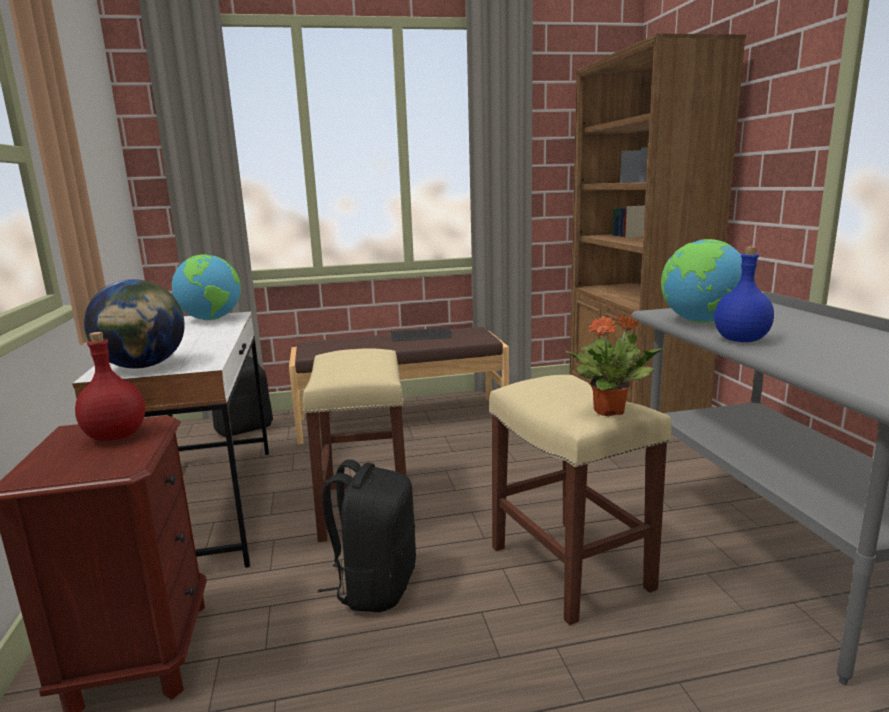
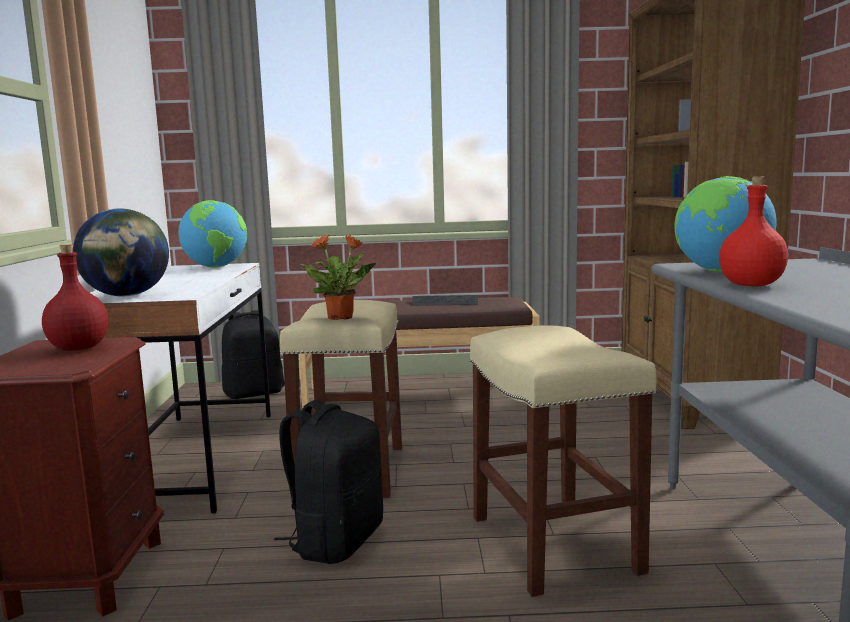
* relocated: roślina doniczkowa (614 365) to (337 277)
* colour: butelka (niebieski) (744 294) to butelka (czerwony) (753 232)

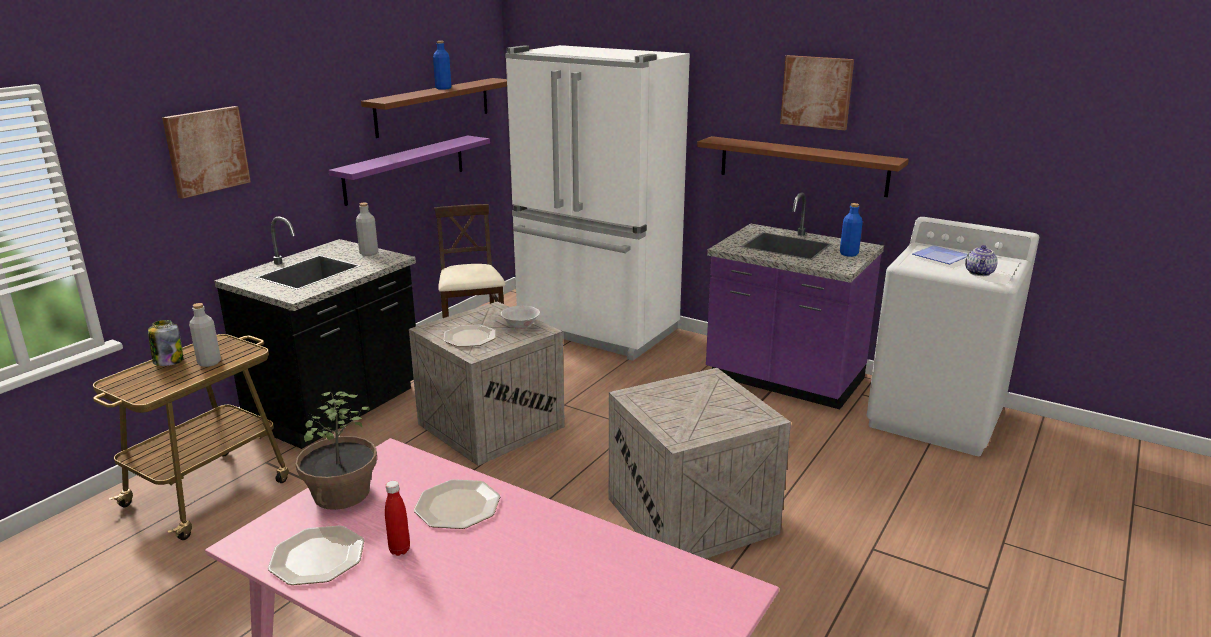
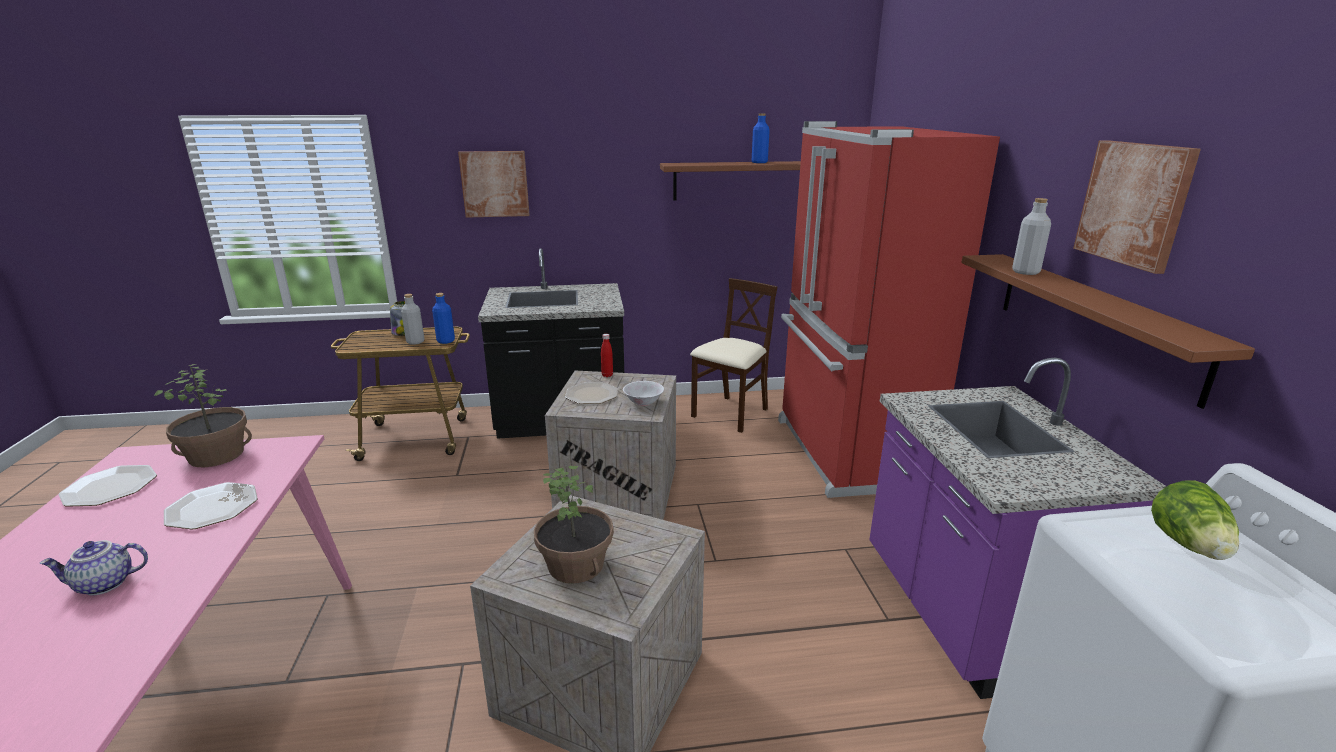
* missing: półka (fioletowy) (409 171)
* relocated: butelka (szary) (367 229) to (1031 236)
* relocated: butelka (czerwony) (397 518) to (607 355)
* colour: lodówka (biały) (597 203) to lodówka (czerwony) (889 309)
* relocated: butelka (niebieski) (851 230) to (443 318)
* exchanged: talerz (940 254) to sałata (1195 520)
* relocated: imbryk (981 260) to (93 567)
* appeared: roślina doniczkowa (574 525)

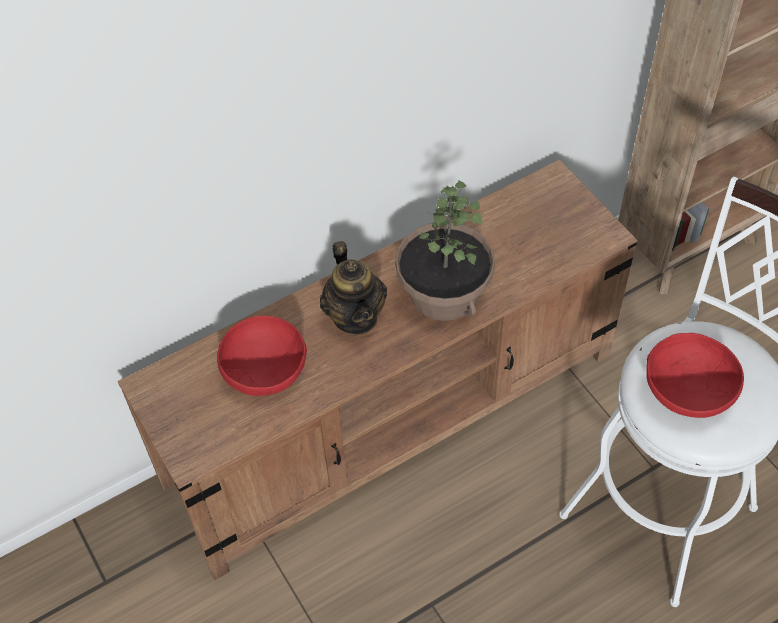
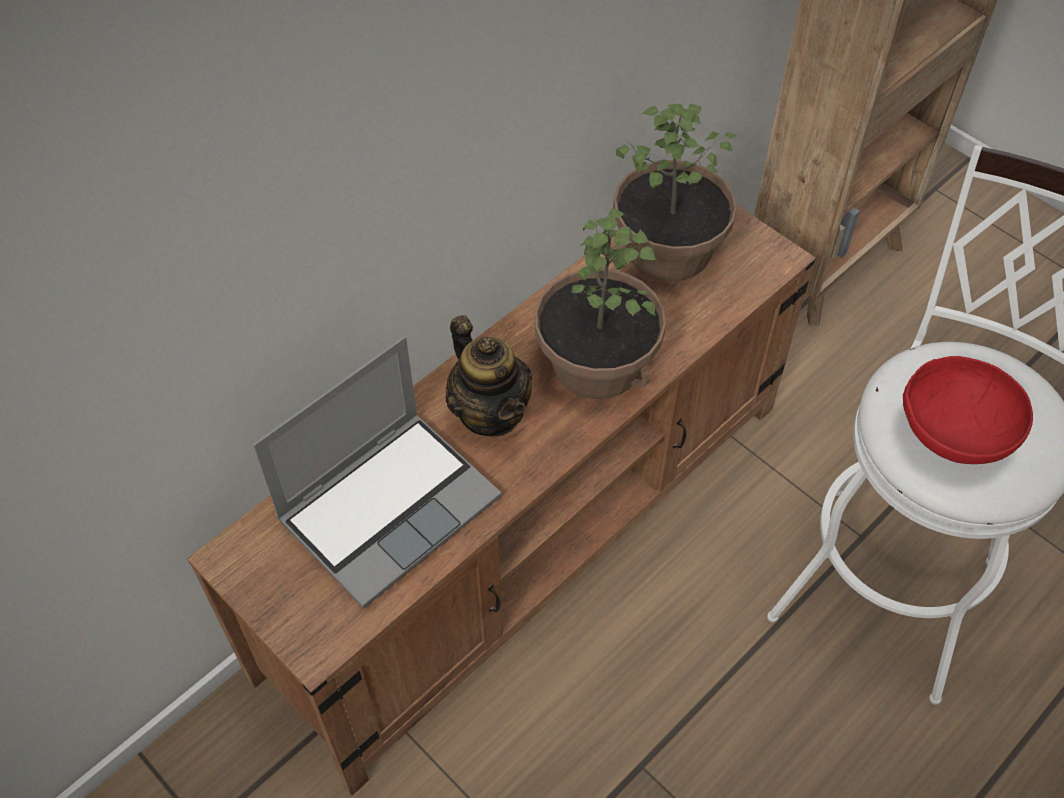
* exchanged: miska (czerwony) (262 356) to laptop (377 472)
* appeared: roślina doniczkowa (675 193)

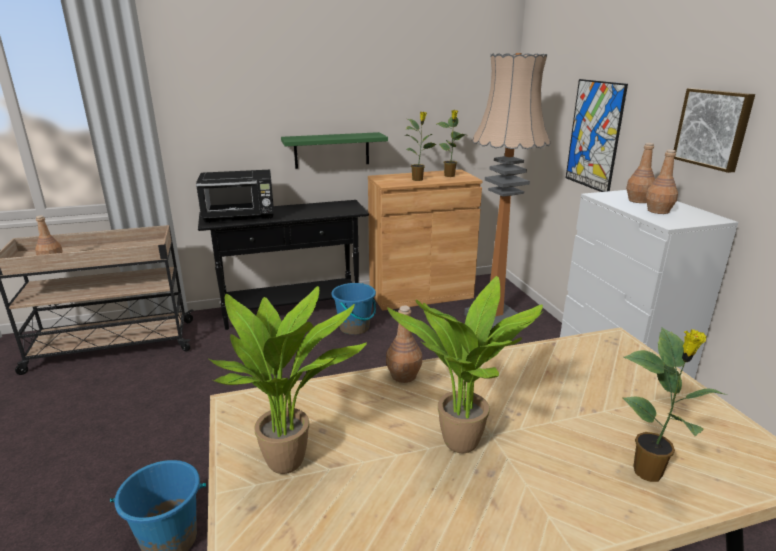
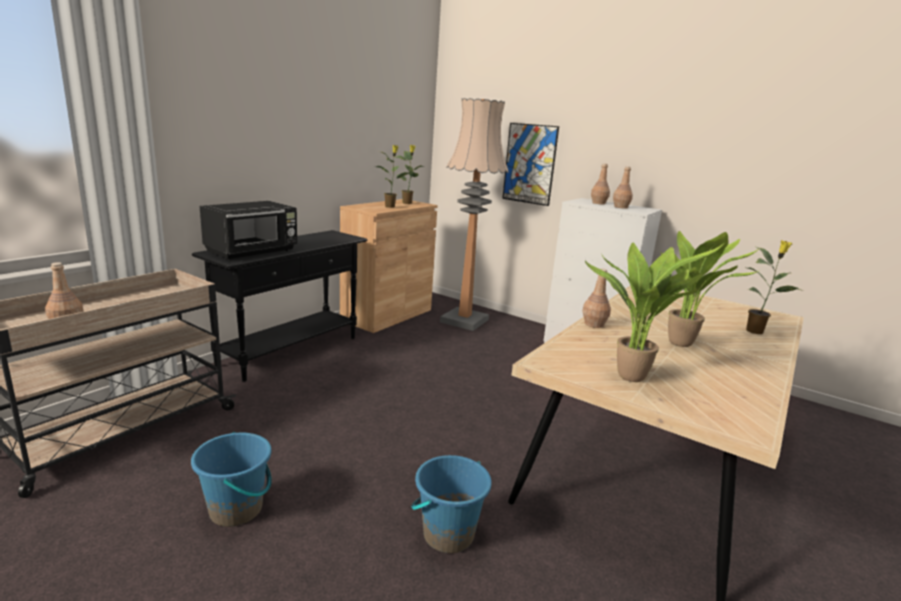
* missing: półka (zielony) (334 150)
* relocated: wiadro (niebieski) (353 309) to (231 479)
* missing: obraz (714 130)

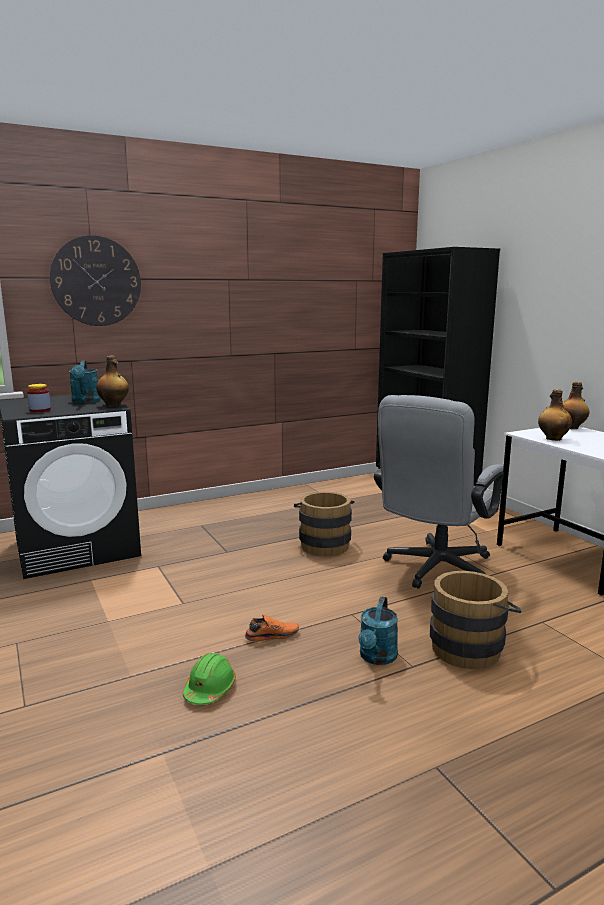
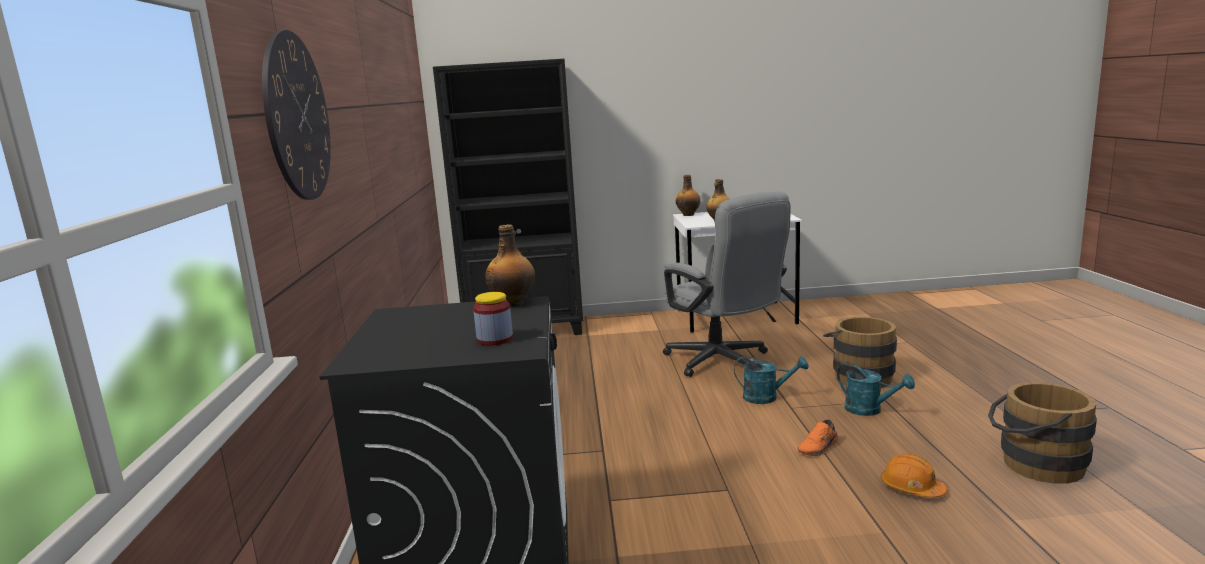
* relocated: konewka (turkusowy) (85 381) to (771 380)
* colour: kask (zielony) (209 679) to kask (pomarańczowy) (914 476)
* spun: but (pomarańczowy) (271 628) = (818 437) 135 degrees counterclockwise
* relocated: wiadro (brązowy) (324 524) to (1042 433)

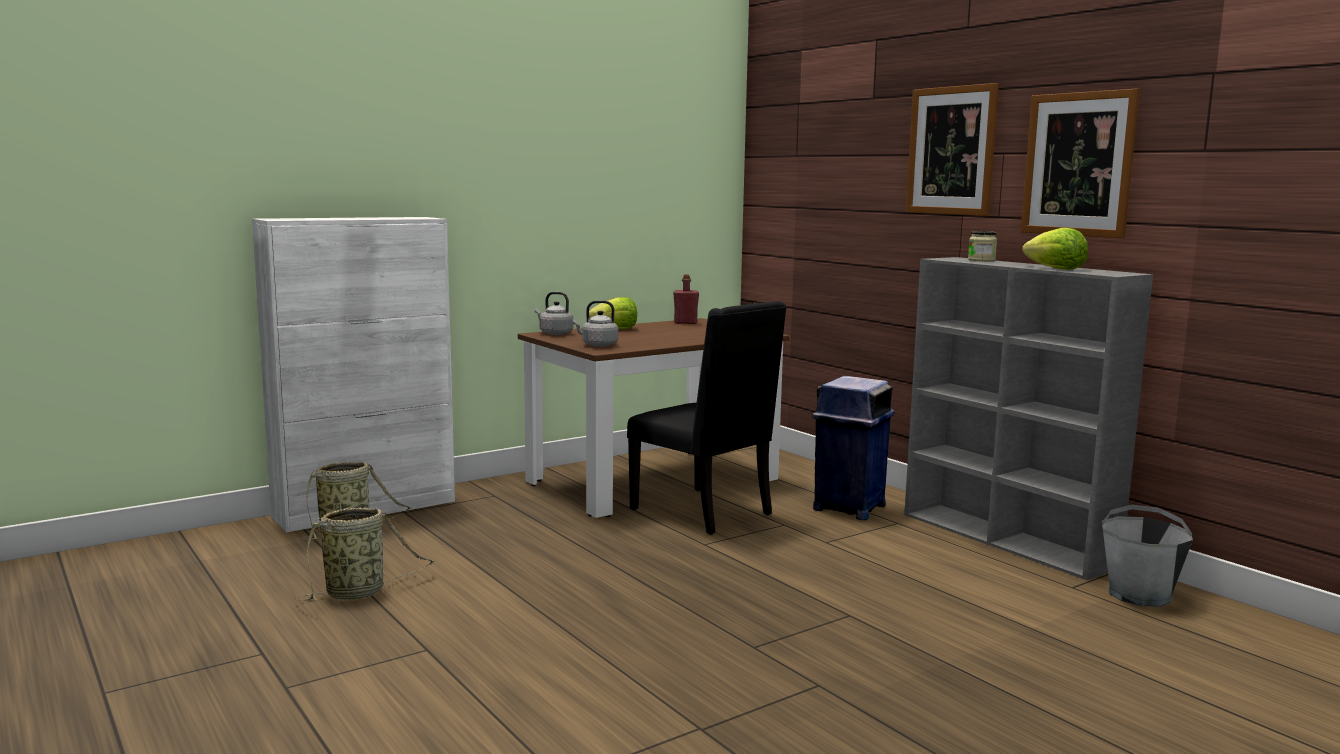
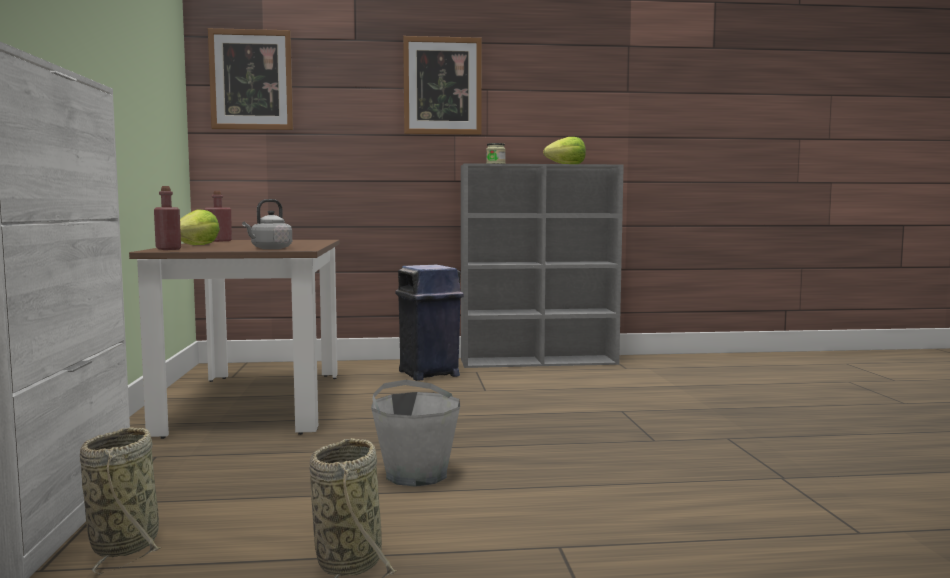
* exchanged: czajnik (szary) (554 313) to butelka (czerwony) (167 218)
* missing: krzesło (czarny) (707 418)
* relocated: obraz (1080 163) to (250 79)
* relocated: wiadro (szary) (1147 556) to (415 433)

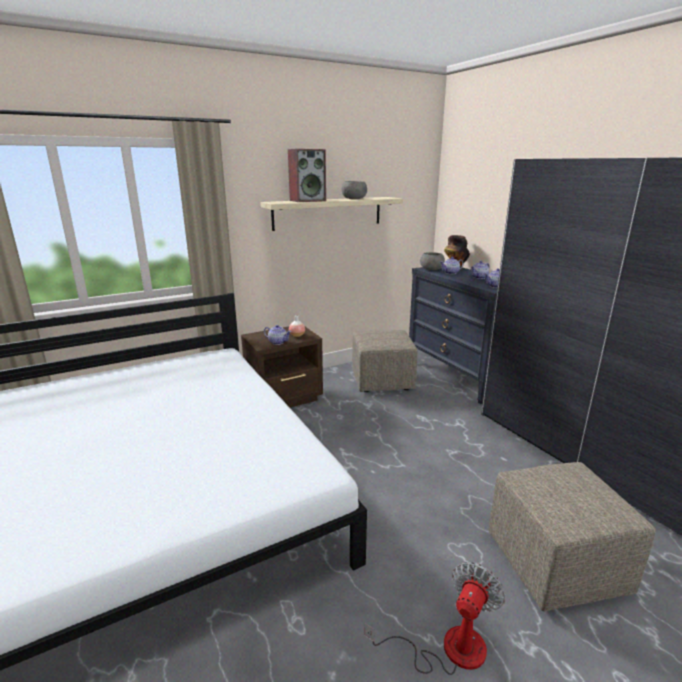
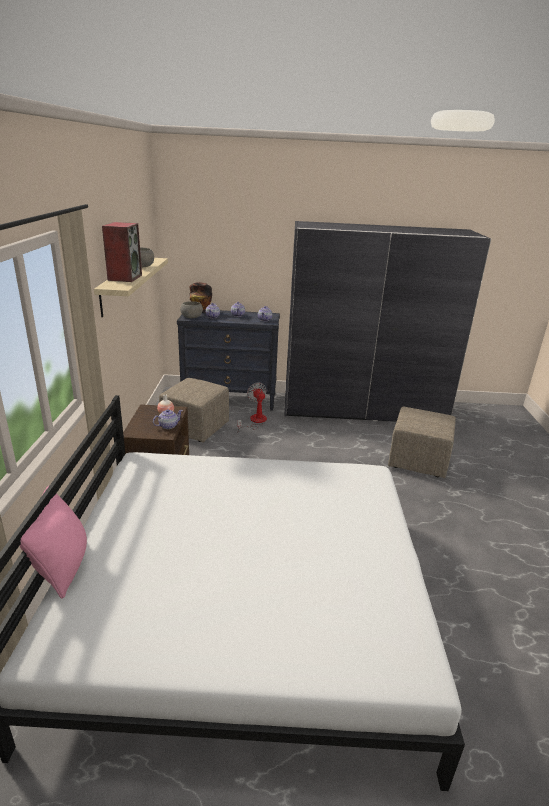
* relocated: wentylator (435 618) to (252 406)
* appeared: poduszka (różowy) (53 542)

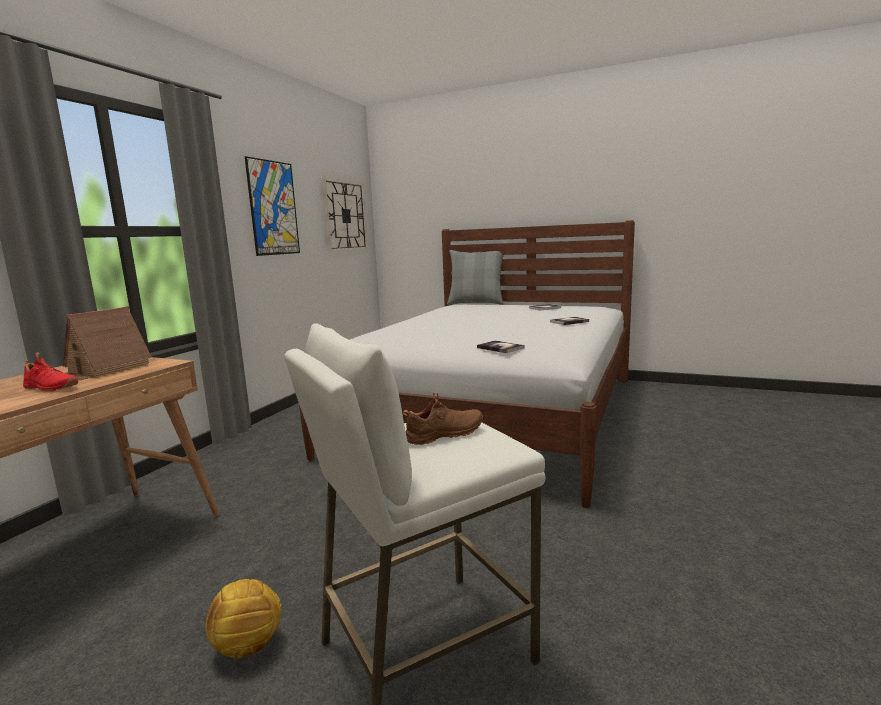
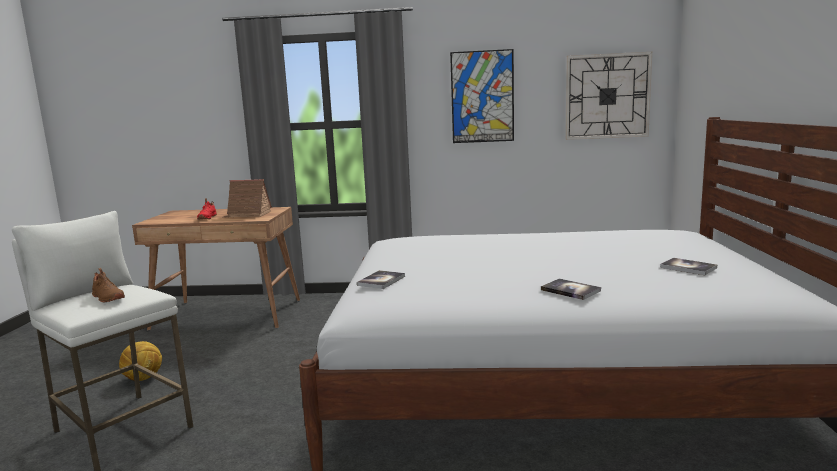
* missing: poduszka (szary) (475 277)

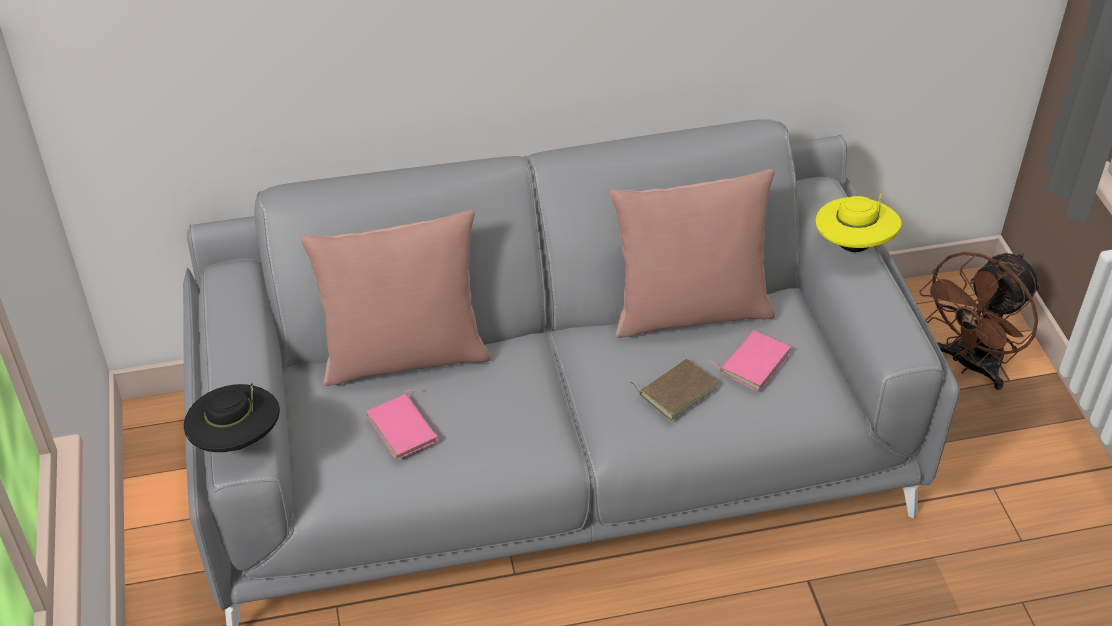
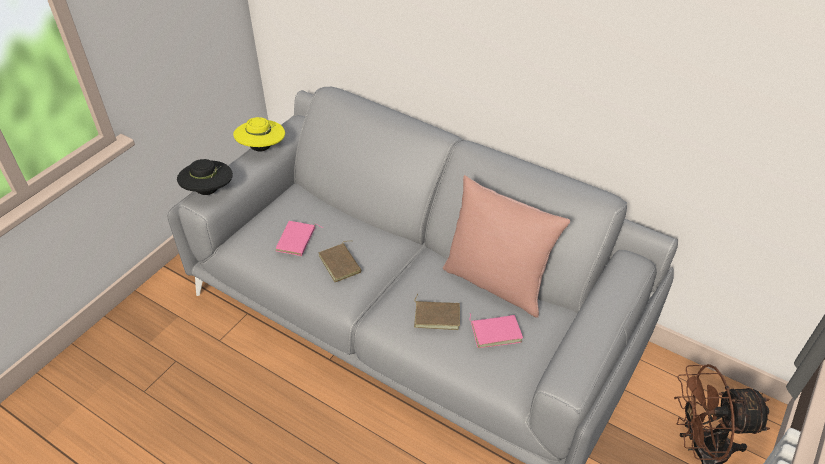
* missing: poduszka (różowy) (395 298)
* relocated: kapelusz (żółty) (858 223) to (259 134)
* appeared: książka (brązowy) (340 261)

